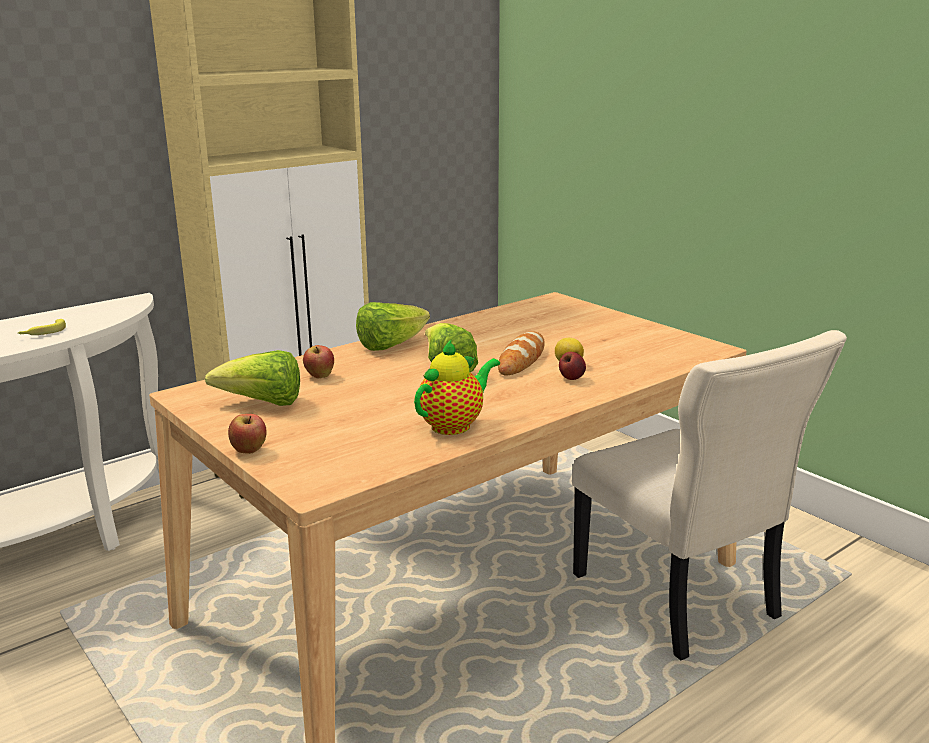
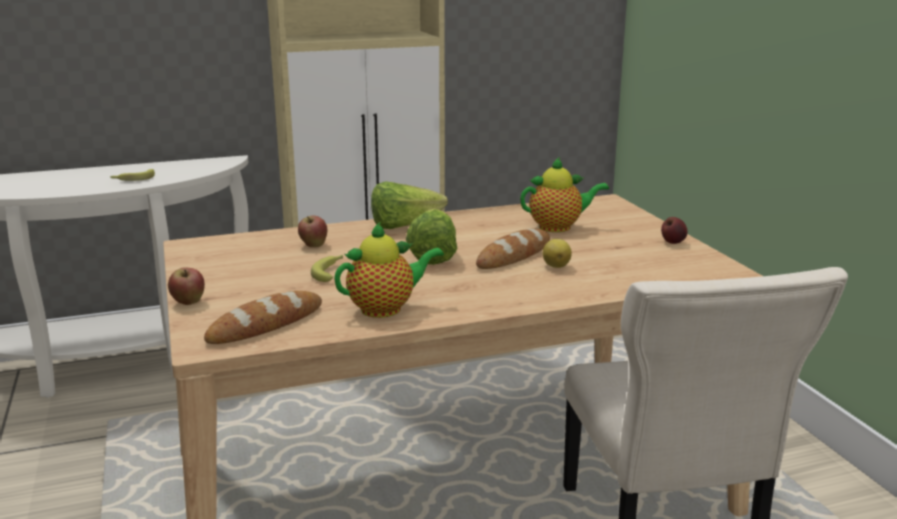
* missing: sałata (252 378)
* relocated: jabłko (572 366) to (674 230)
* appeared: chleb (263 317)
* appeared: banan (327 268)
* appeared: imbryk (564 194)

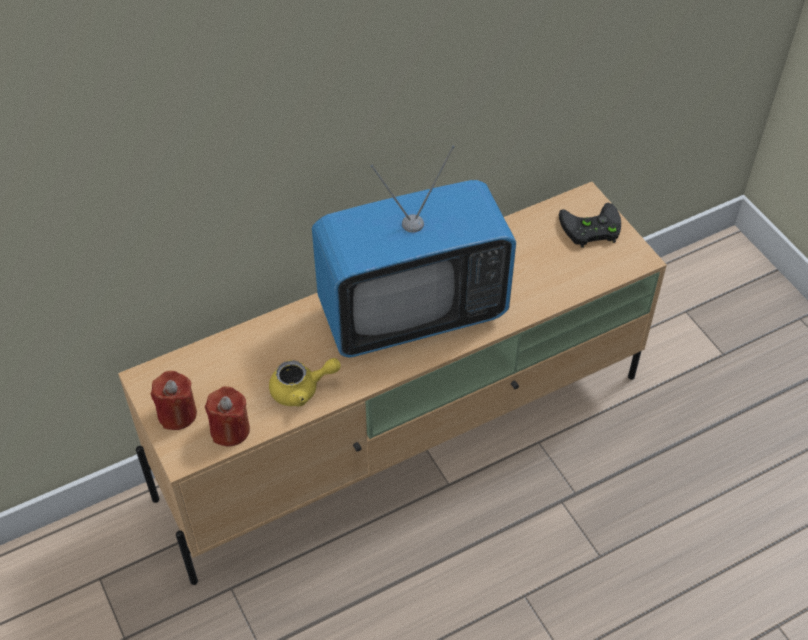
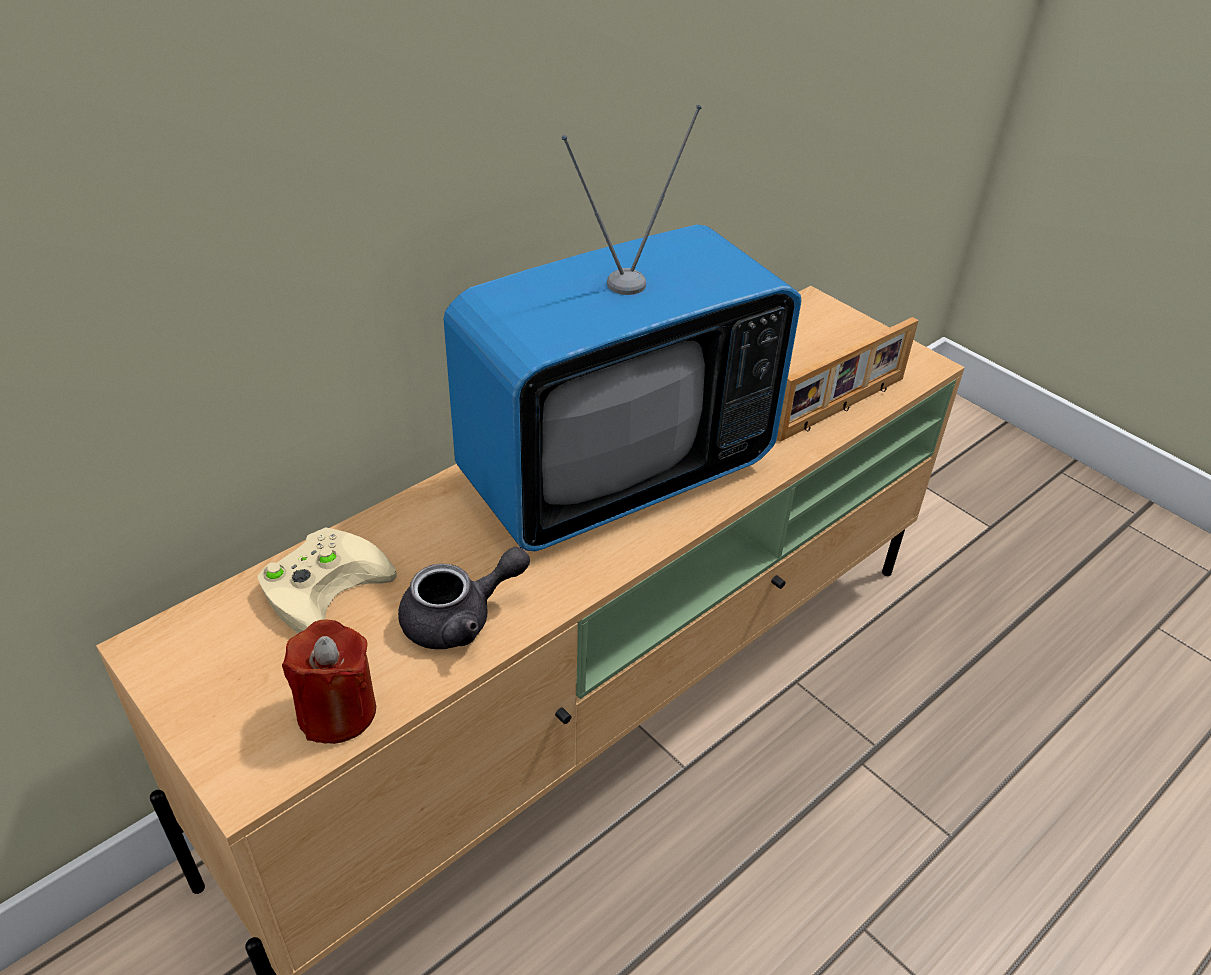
* missing: świeca (czerwony) (174 400)
* colour: imbryk (żółty) (305 382) to imbryk (szary) (464 598)
* missing: pad do gier (czarny) (590 225)
* appeared: pad do gier (beżowy) (327 580)
* appeared: ramka na zdjęcie (847 379)

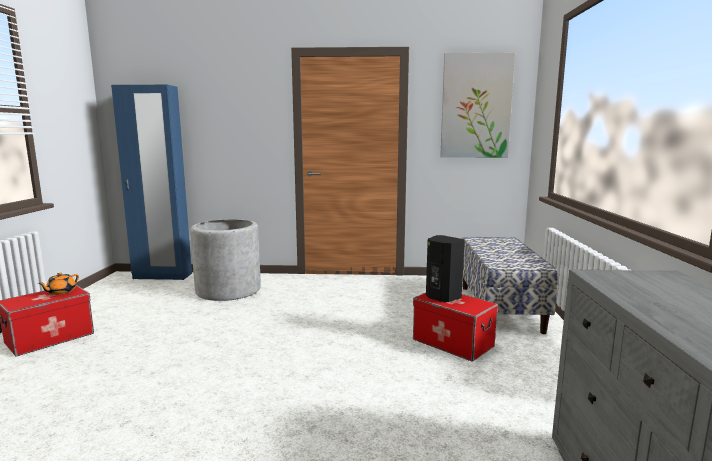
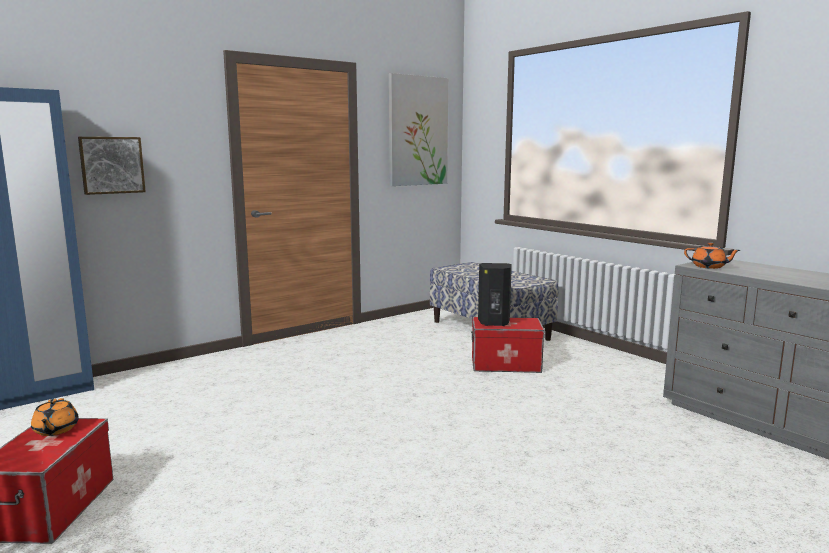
* missing: donica (szary) (225 260)
* appeared: obraz (112 166)
* appeared: imbryk (pomarańczowy) (712 255)

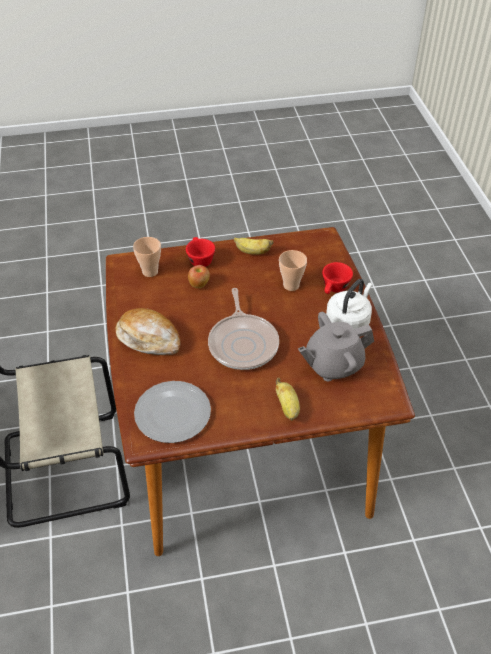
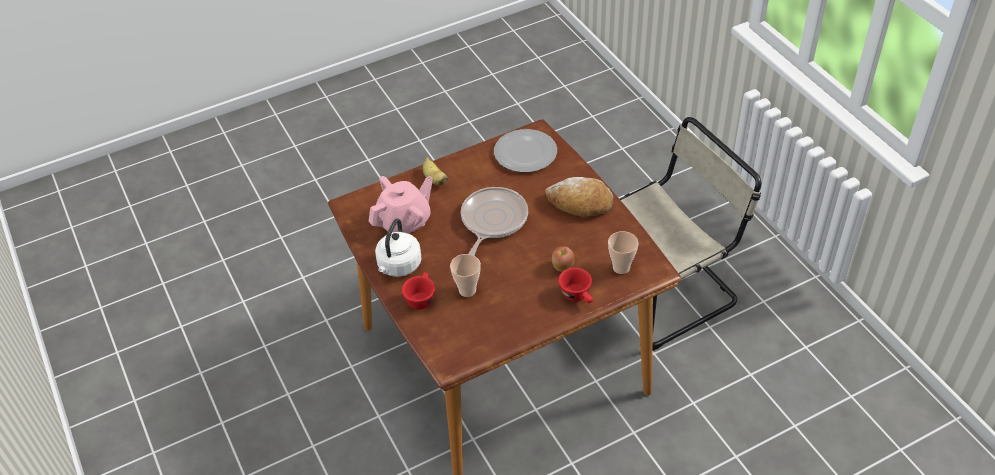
* spun: patelnia (243 329) = (494 221) 45 degrees clockwise
* missing: banan (253 246)
* colour: imbryk (szary) (336 346) to imbryk (różowy) (400 205)

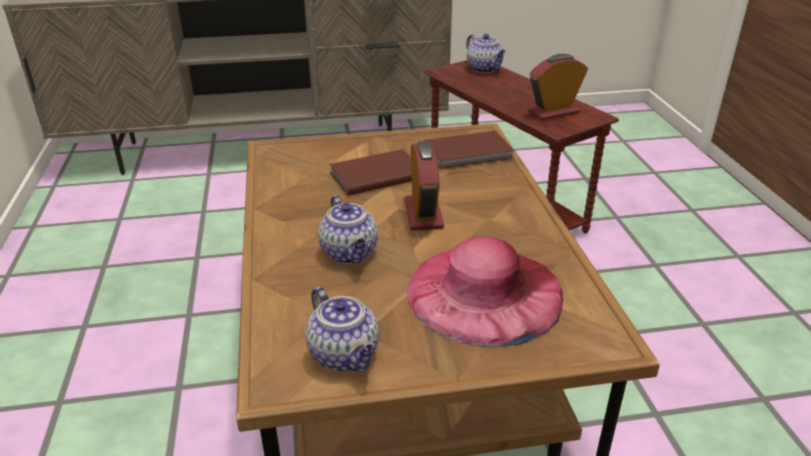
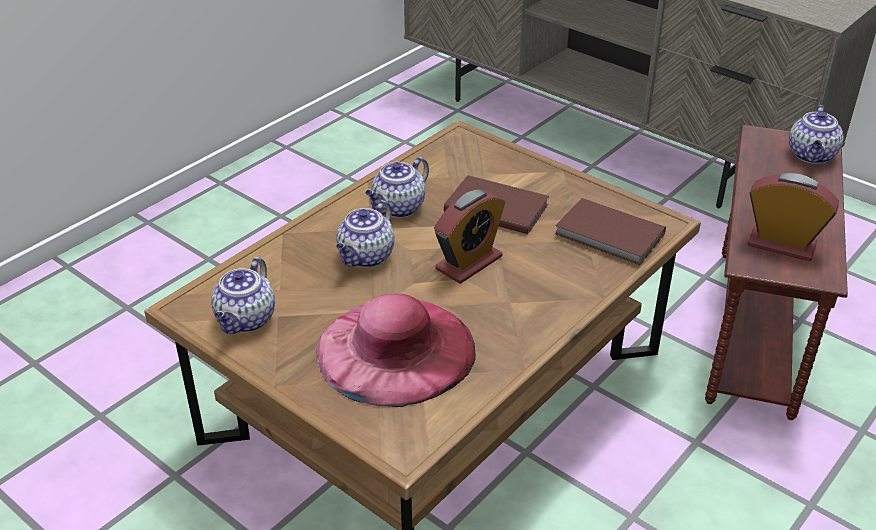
* appeared: imbryk (397 187)

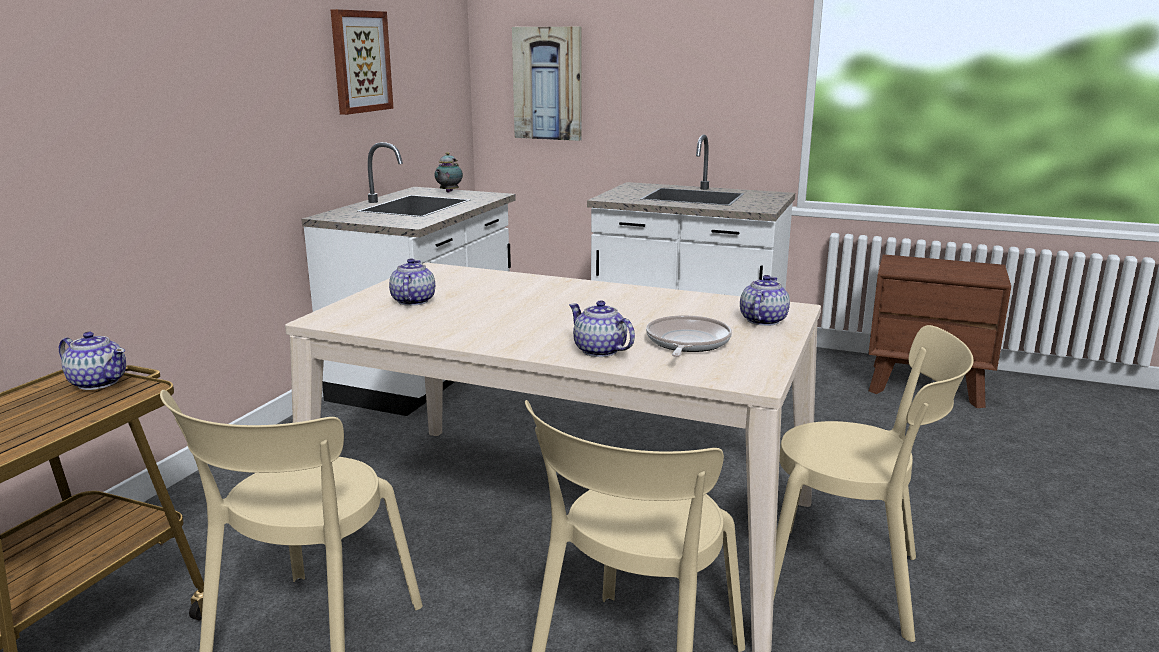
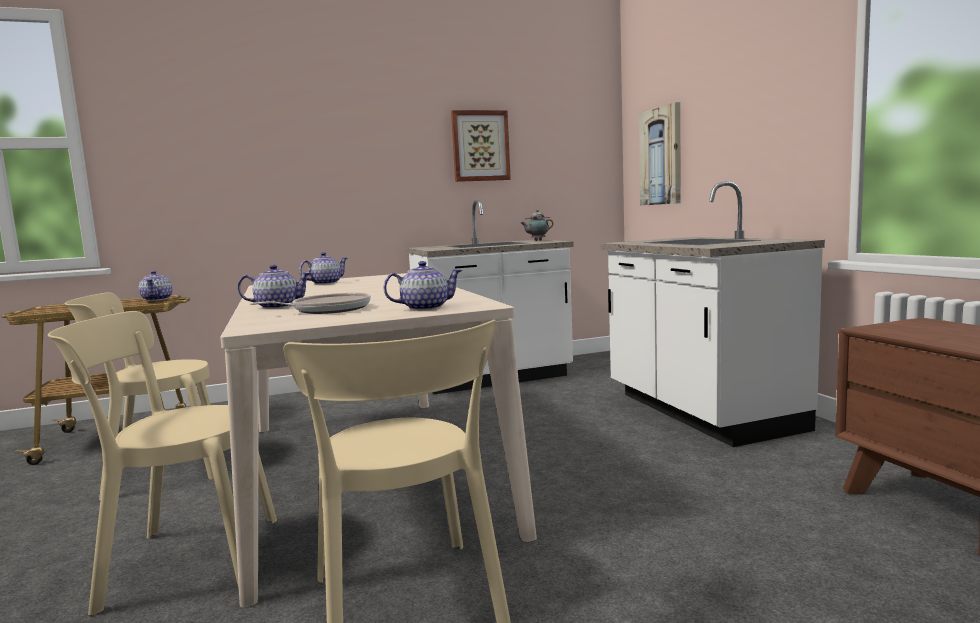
* spun: imbryk (602 329) = (274 287) 75 degrees clockwise

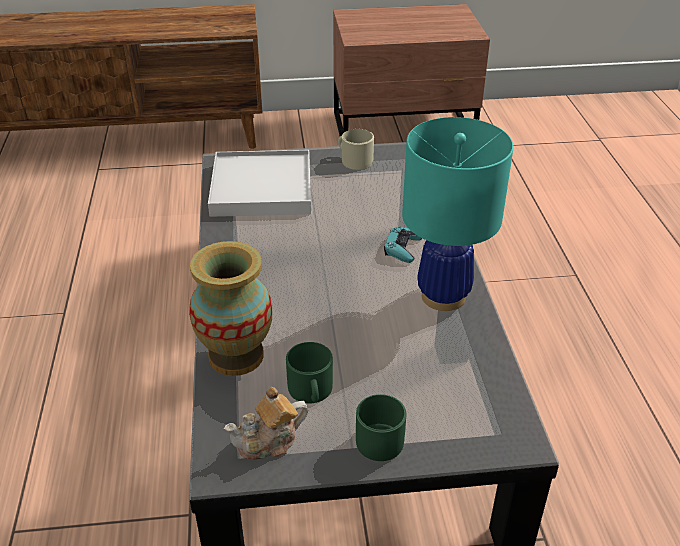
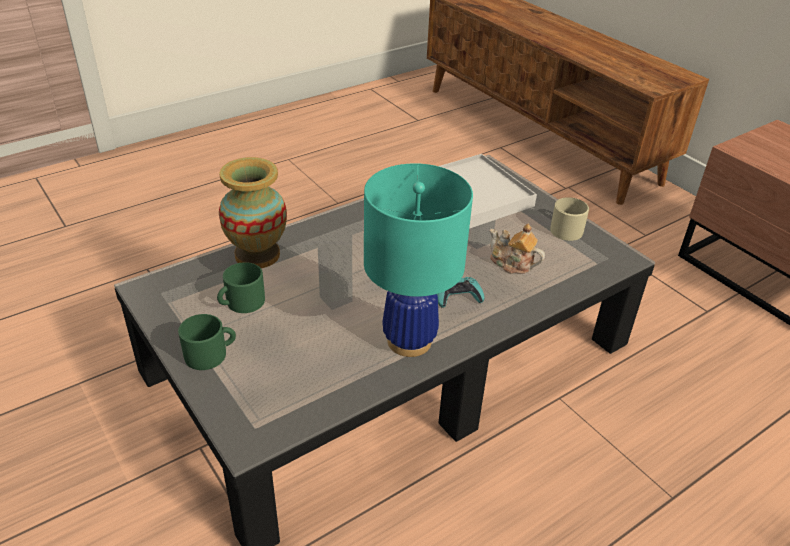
* relocated: imbryk (266 423) to (517 249)

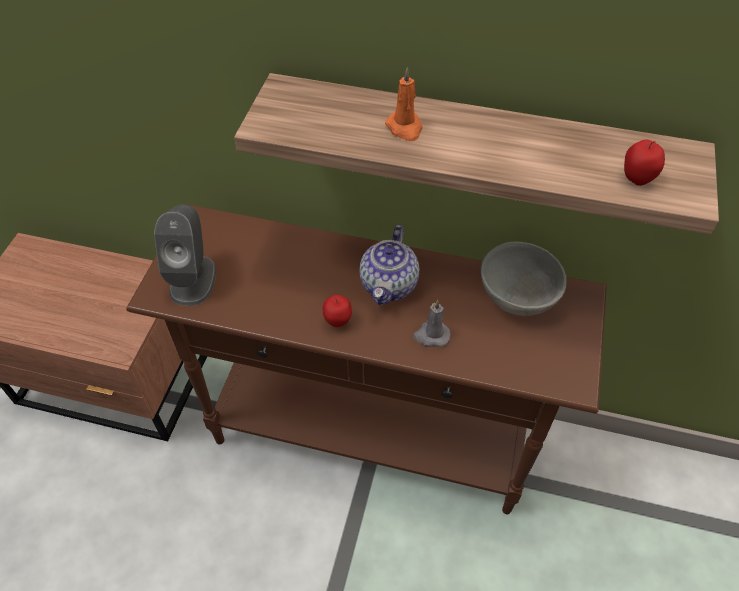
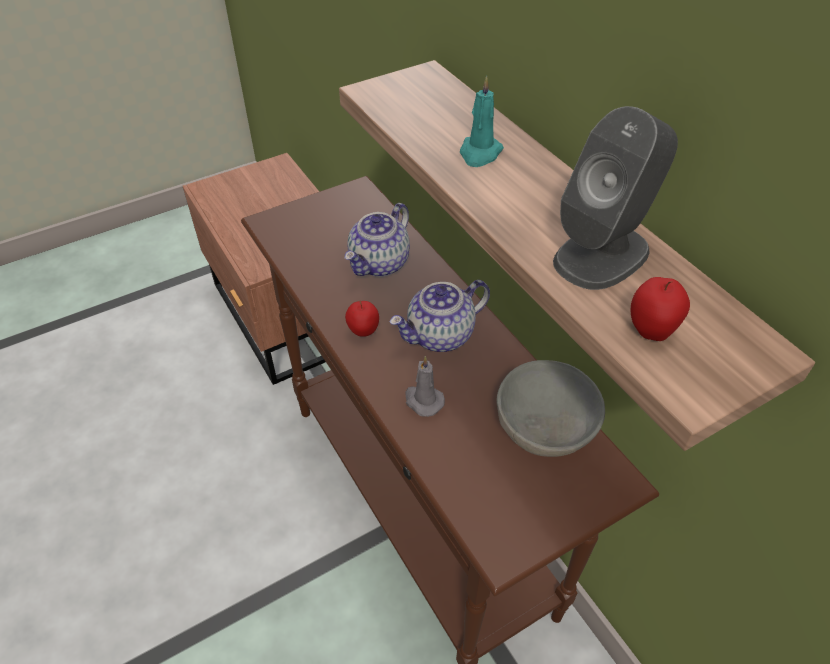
* relocated: głośnik (szary) (185 255) to (615 198)
* colour: świeca (pomarańczowy) (404 104) to świeca (turkusowy) (482 121)
* appeared: imbryk (377 240)

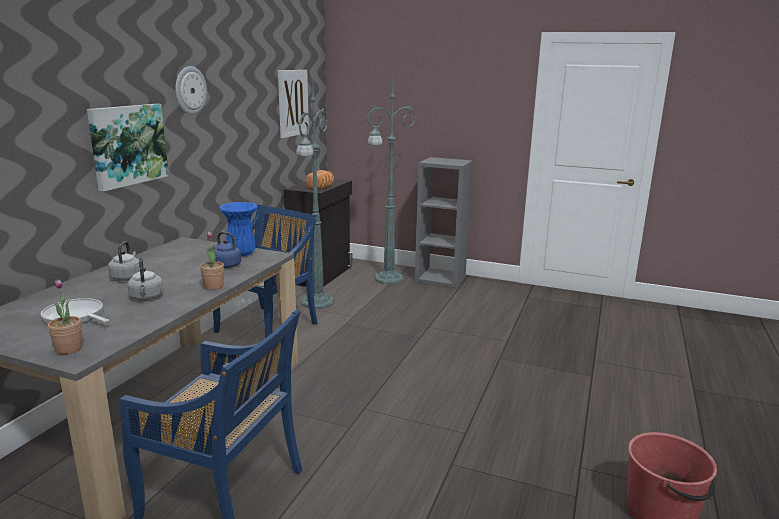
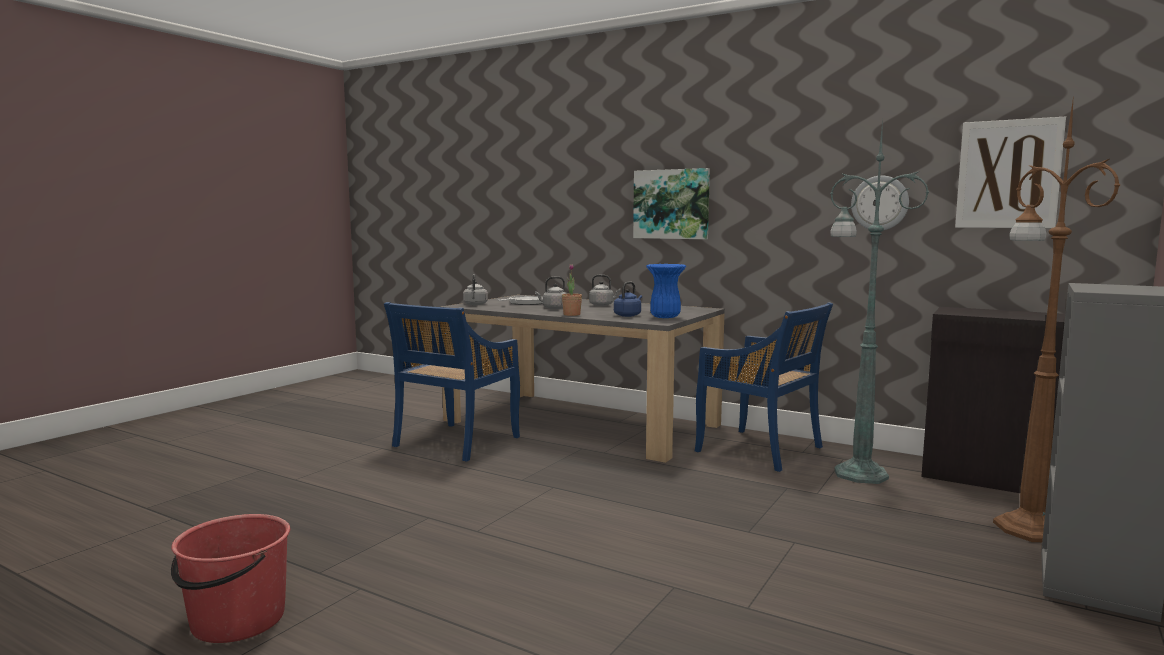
* exchanged: roślina doniczkowa (65 317) to czajnik (szary) (475 289)
* relocated: zegar ścienny (191 90) to (880 203)
* missing: chleb (320 180)
* colour: lampa stojąca (zielony) (391 181) to lampa stojąca (brązowy) (1056 318)

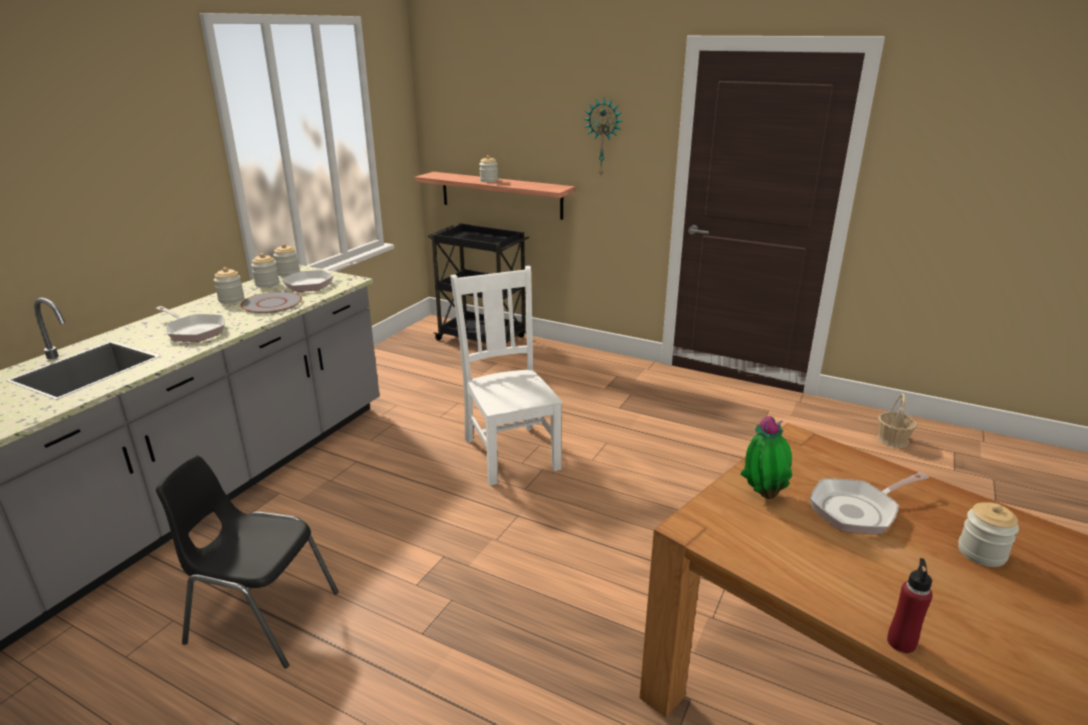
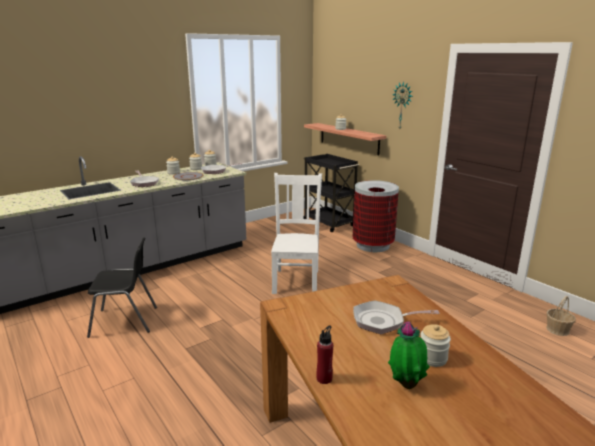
* spun: krzesło (czarny) (247 562) = (122 288) 135 degrees clockwise
* relocated: roślina doniczkowa (766 457) to (409 355)
* appeared: kosz na śmieci (376 216)

